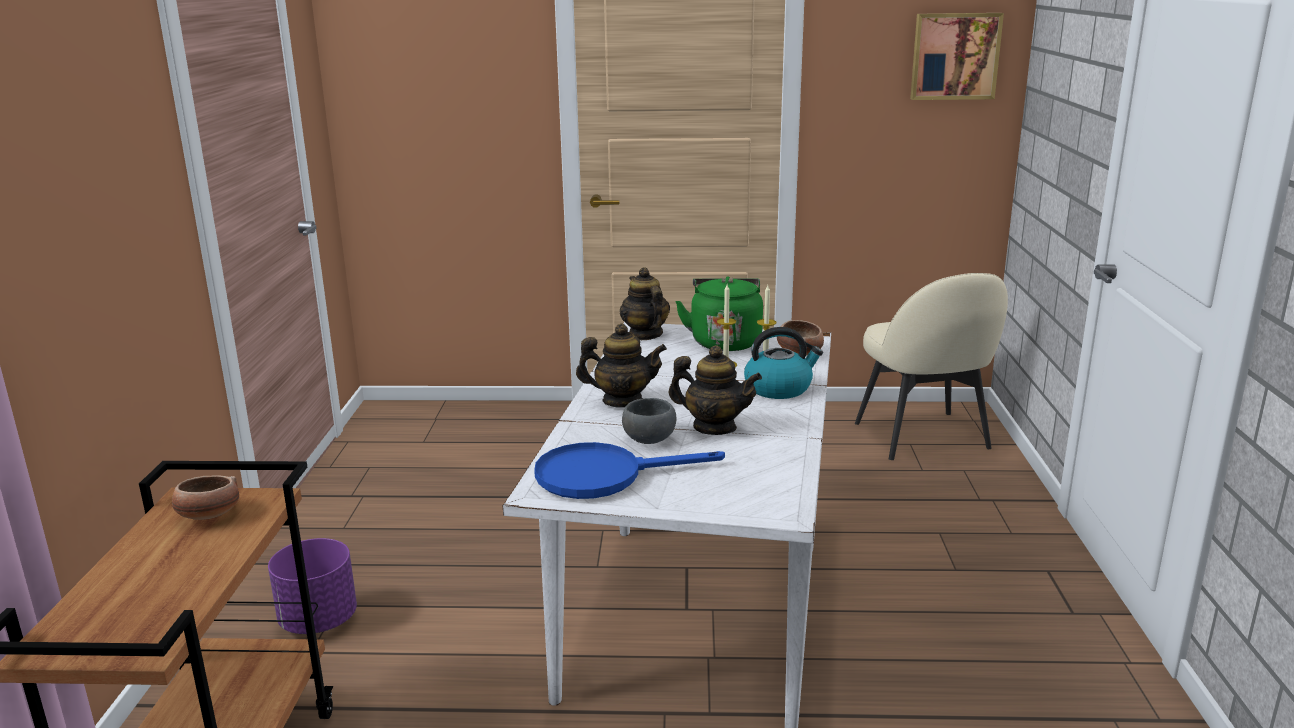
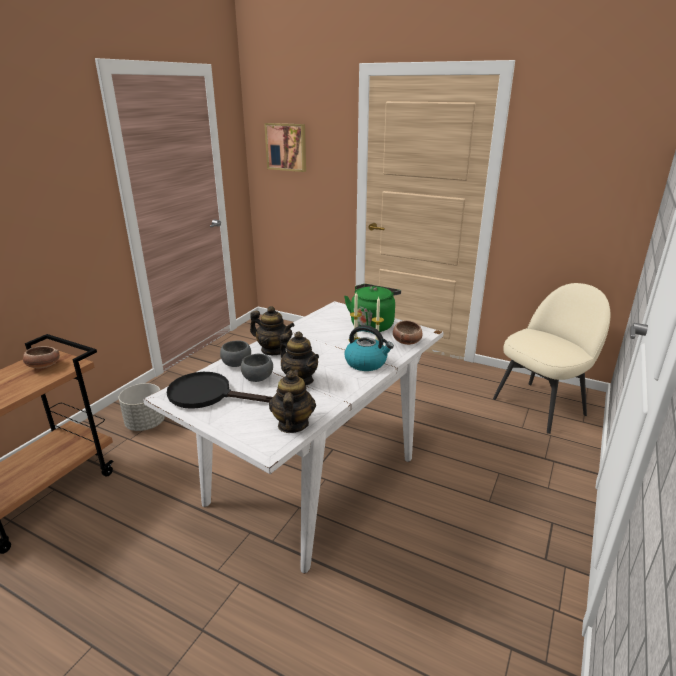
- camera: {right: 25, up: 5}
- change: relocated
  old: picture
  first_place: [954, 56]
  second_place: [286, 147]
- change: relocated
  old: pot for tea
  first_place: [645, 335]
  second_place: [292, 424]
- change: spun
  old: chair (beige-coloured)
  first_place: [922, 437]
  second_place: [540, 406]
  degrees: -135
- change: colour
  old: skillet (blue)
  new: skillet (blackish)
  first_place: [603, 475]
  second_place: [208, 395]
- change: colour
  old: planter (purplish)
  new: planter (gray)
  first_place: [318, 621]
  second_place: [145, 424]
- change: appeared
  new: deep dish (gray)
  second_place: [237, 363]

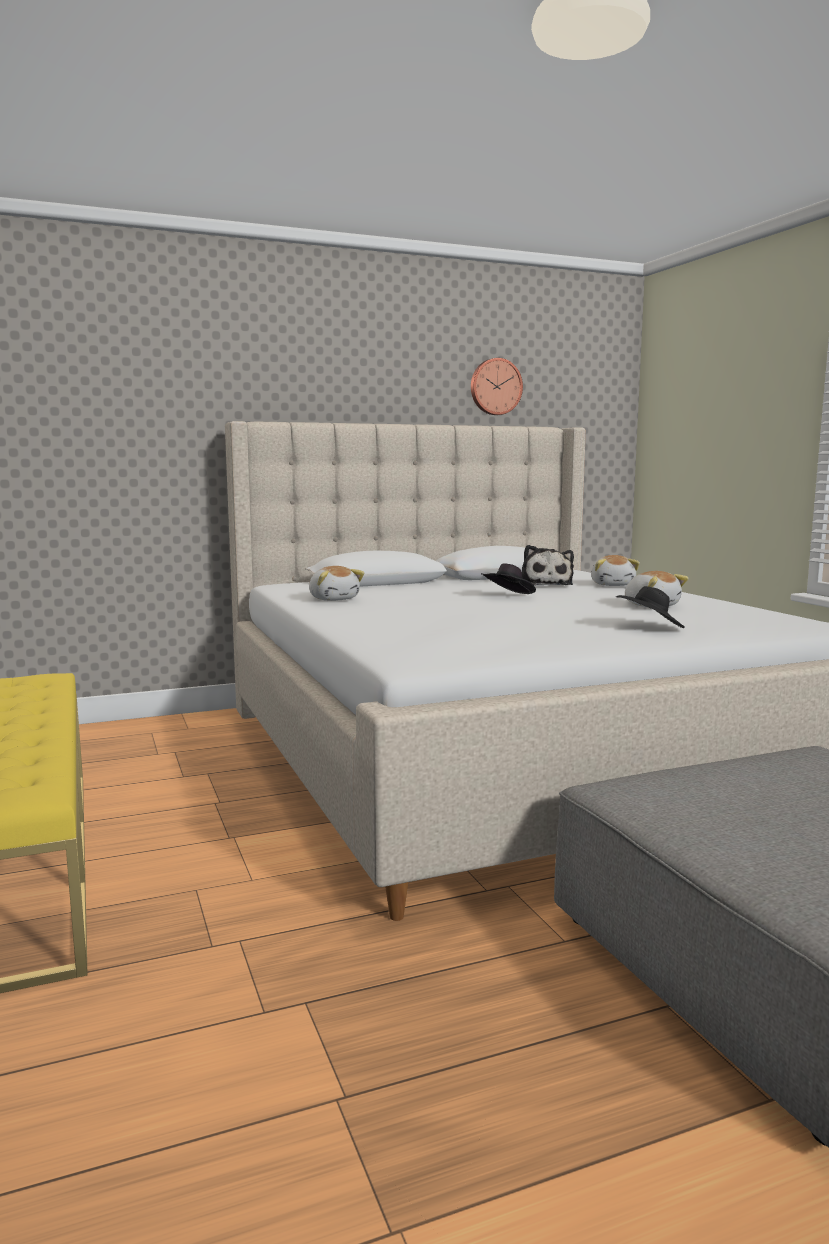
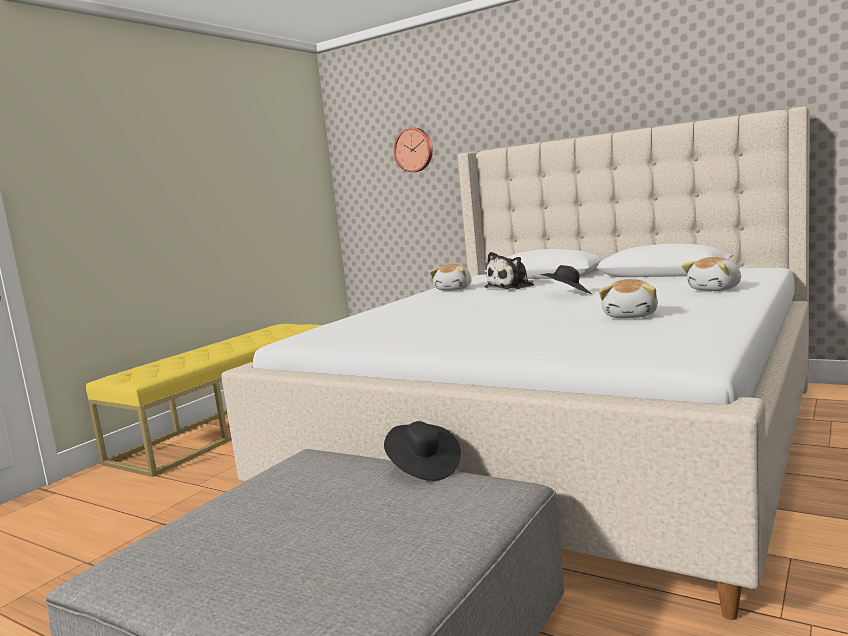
- camera: {right: 55, up: 0}
- change: relocated
  old: clock on the wall
  first_place: [495, 387]
  second_place: [414, 150]
- change: relocated
  old: plush toy
  first_place: [545, 584]
  second_place: [512, 286]
- change: relocated
  old: clothing hat (blackish)
  first_place: [650, 627]
  second_place: [423, 468]

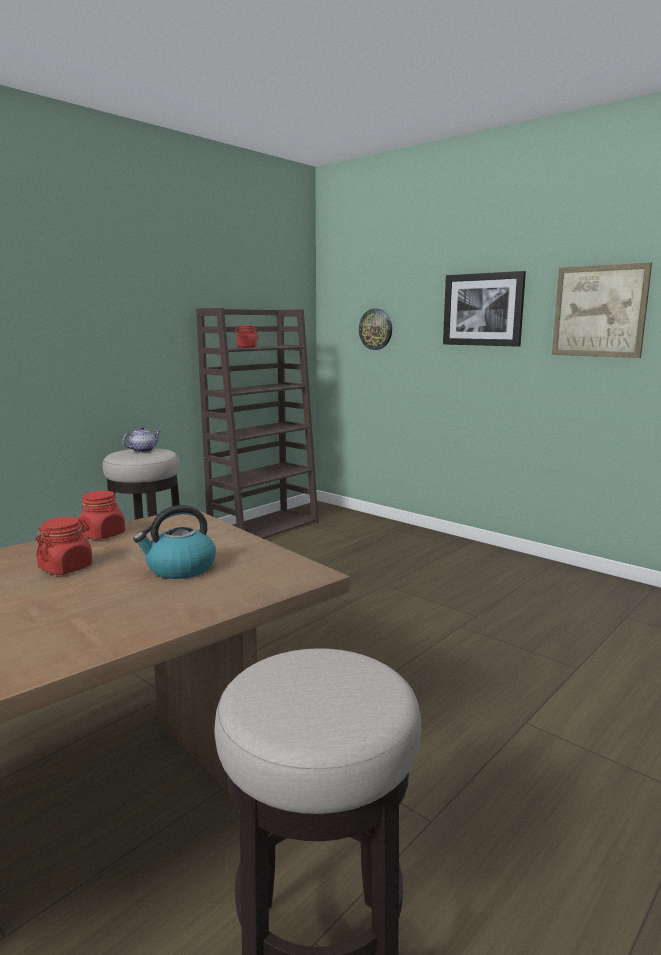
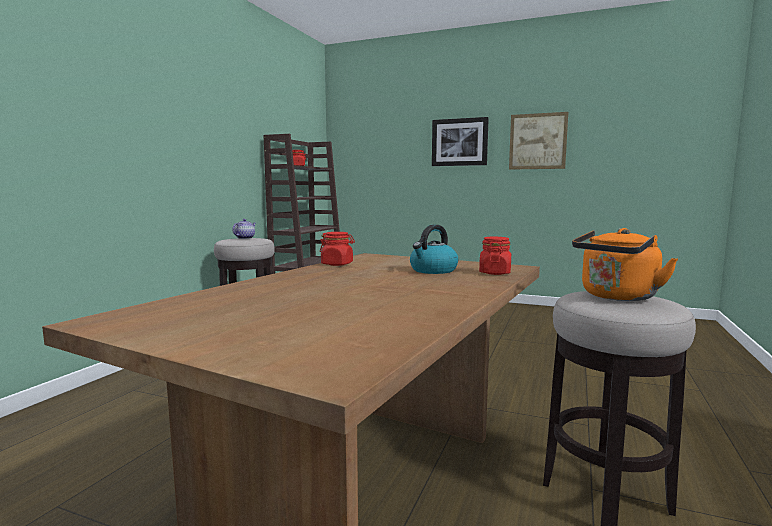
- camera: {right: -20, up: -5}
- change: missing
  old: clock on the wall
  first_place: [376, 329]
- change: relocated
  old: jar (red)
  first_place: [66, 568]
  second_place: [495, 273]
- change: appeared
  new: tea kettle (orange)
  second_place: [616, 297]

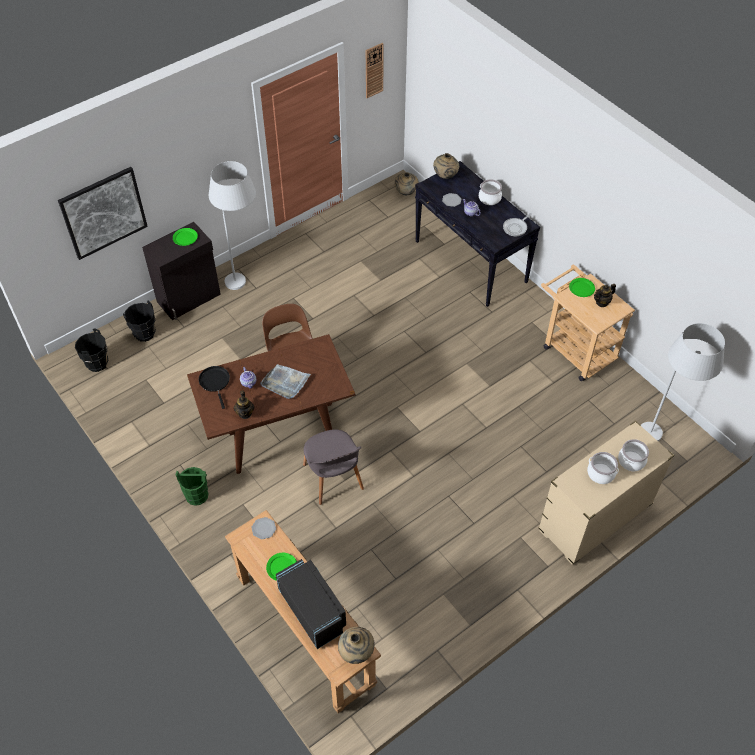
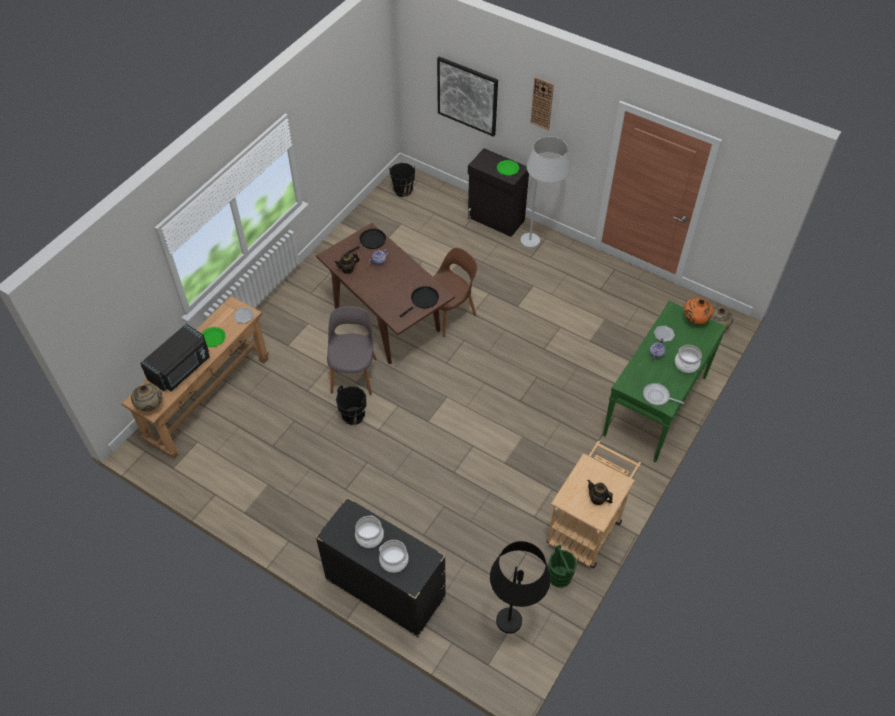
- camera: {right: 70, up: 0}
- change: relocated
  old: clock on the wall
  first_place: [374, 70]
  second_place: [542, 103]
- change: colour
  old: vase (beige-coloured)
  new: vase (orange)
  first_place: [445, 176]
  second_place: [695, 320]
- change: colour
  old: hall table (blackish)
  new: hall table (greenish)
  first_place: [471, 261]
  second_place: [655, 406]
- change: missing
  old: dinner plate (greenish)
  first_place: [581, 288]
- change: relocated
  old: water bucket (blackish)
  first_place: [145, 334]
  second_place: [353, 416]
- change: colour
  old: floor lamp (white)
  new: floor lamp (blackish)
  first_place: [663, 435]
  second_place: [512, 635]
- change: missing
  old: serving tray (gray)
  first_place: [285, 382]
- change: colour
  old: drawer chest (beige-coloured)
  new: drawer chest (blackish)
  first_place: [594, 518]
  second_place: [385, 589]
- change: spun
  old: chair (gray)
  first_place: [333, 478]
  second_place: [353, 374]
  degrees: 135
- change: relocated
  old: water bucket (greenish)
  first_place: [197, 495]
  second_place: [559, 577]
- change: appeared
  new: skillet (blackish)
  second_place: [423, 300]

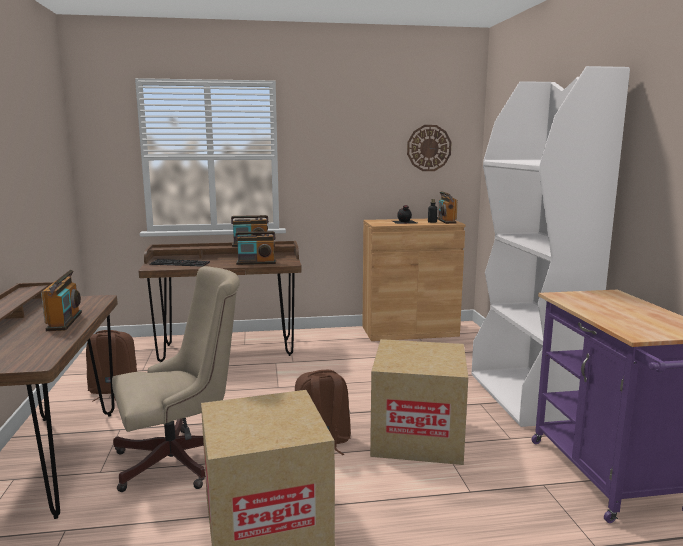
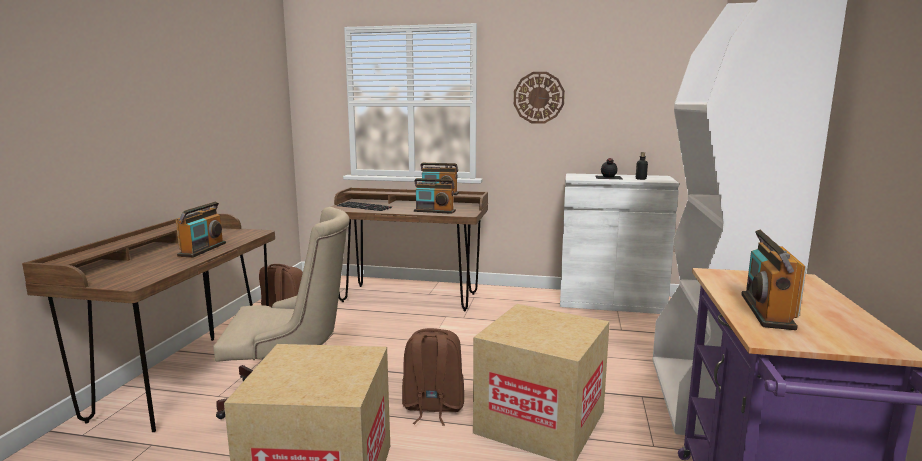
- camera: {right: 20, up: 0}
- change: relocated
  old: clock on the wall
  first_place: [429, 148]
  second_place: [538, 97]
- change: relocated
  old: radio receiver
  first_place: [446, 221]
  second_place: [766, 311]
- change: colour
  old: storage cabinet (brownish)
  new: storage cabinet (white)
  first_place: [409, 331]
  second_place: [611, 301]

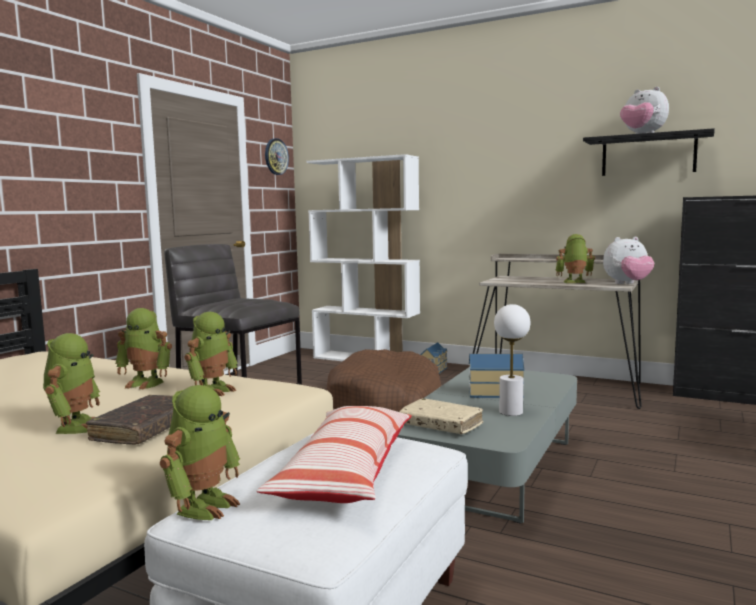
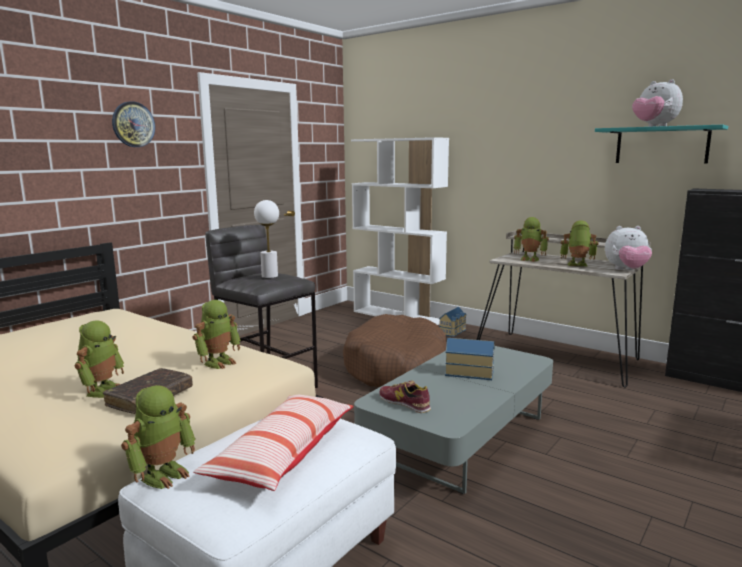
- camera: {right: 10, up: 5}
- change: colour
  old: bracket shelf (blackish)
  new: bracket shelf (turquoise)
  first_place: [648, 155]
  second_place: [661, 145]
- change: relocated
  old: clock on the wall
  first_place: [276, 156]
  second_place: [133, 124]
- change: relocated
  old: lamp for a table (white)
  first_place: [510, 412]
  second_place: [269, 276]
- change: relocated
  old: robot figure
  first_place: [146, 383]
  second_place: [530, 259]
- change: exchanged
  old: volume (beige-coloured)
  new: low shoe
  first_place: [441, 425]
  second_place: [405, 403]

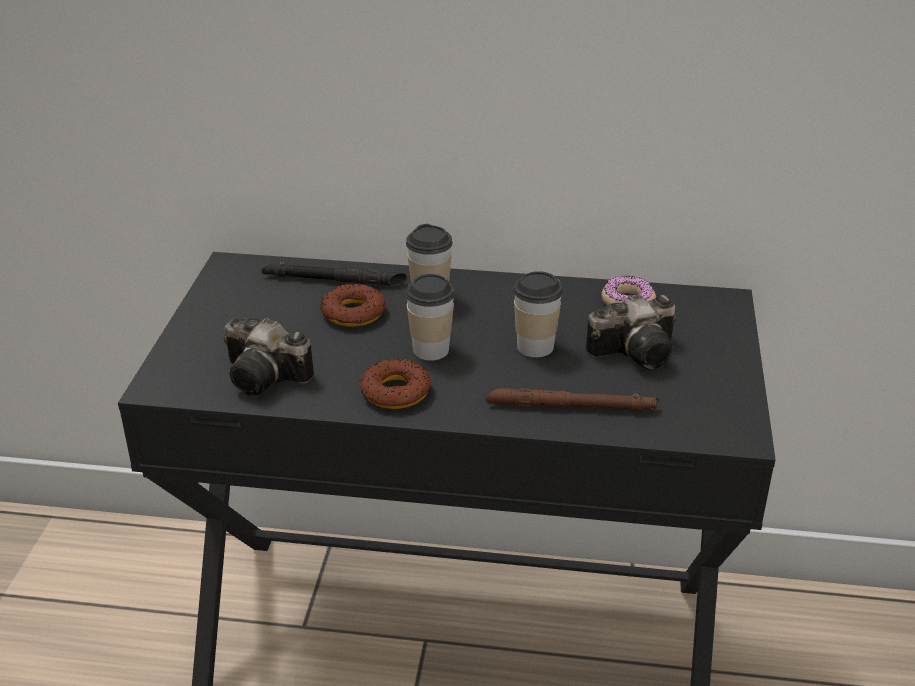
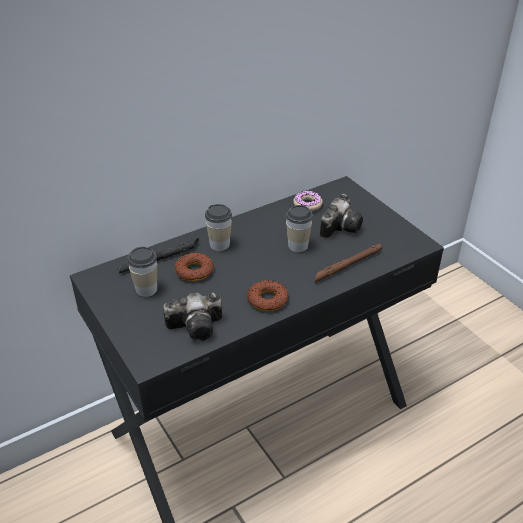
- camera: {right: -40, up: 5}
- change: relocated
  old: cup
  first_place: [431, 349]
  second_place: [146, 289]

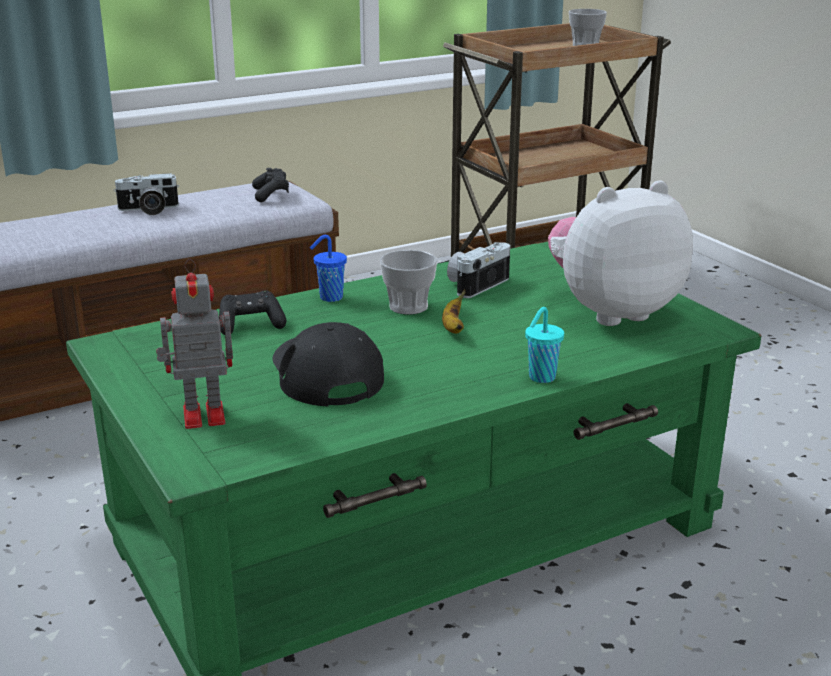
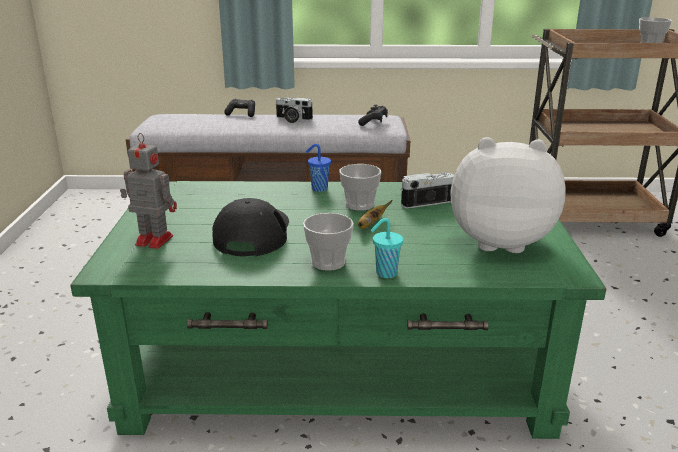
- camera: {right: 30, up: 0}
- change: relocated
  old: joypad (blackish)
  first_place: [251, 325]
  second_place: [241, 114]
- change: appeared
  new: cup
  second_place: [328, 262]

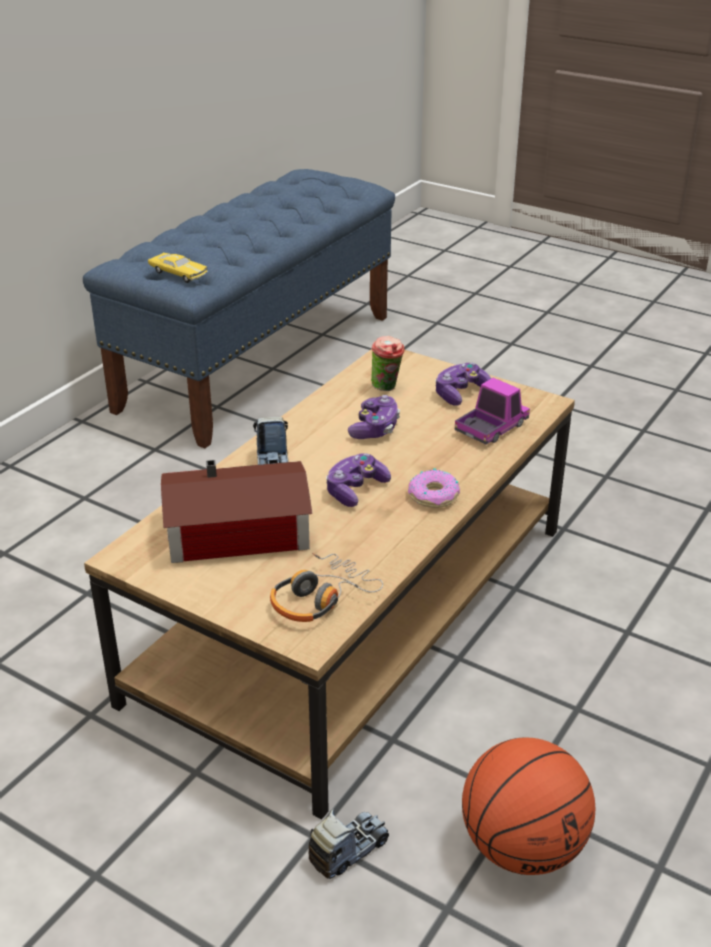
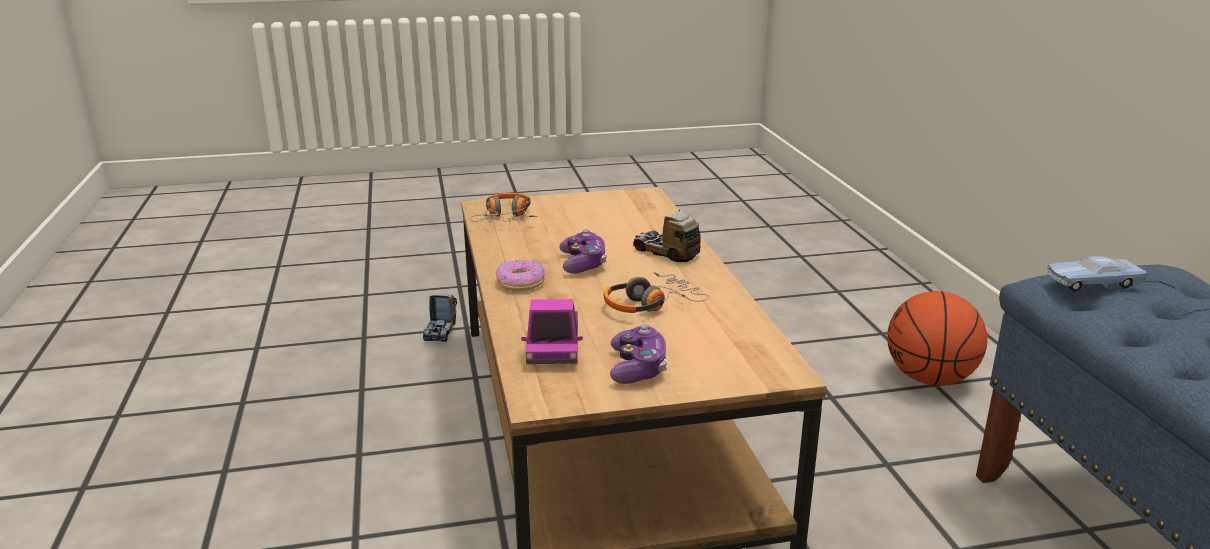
- camera: {right: 135, up: -10}
- change: colour
  old: toy car (yellow)
  new: toy car (blue)
  first_place: [178, 274]
  second_place: [1092, 283]
- change: missing
  old: cup
  first_place: [387, 388]
- change: exchanged
  old: joypad
  new: headset
  first_place: [375, 428]
  second_place: [650, 304]
- change: missing
  old: toy house
  first_place: [242, 534]
- change: relocated
  old: basketball
  first_place: [522, 846]
  second_place: [930, 378]

